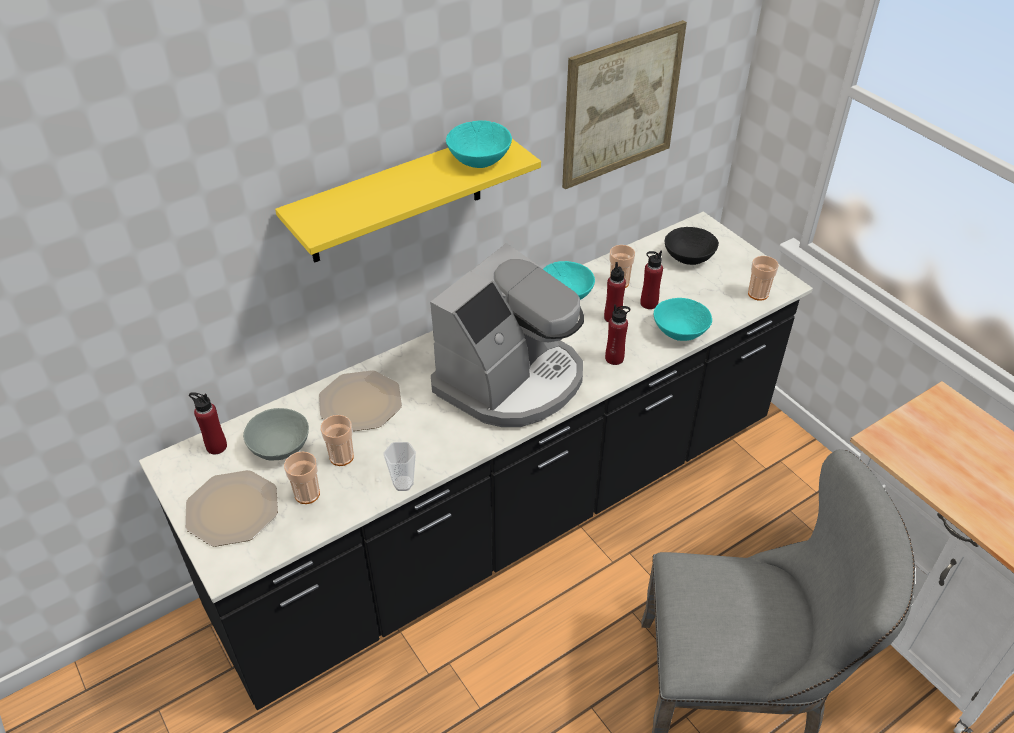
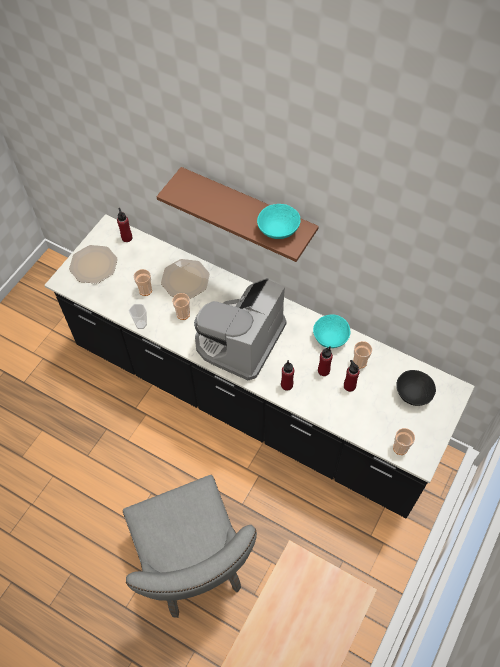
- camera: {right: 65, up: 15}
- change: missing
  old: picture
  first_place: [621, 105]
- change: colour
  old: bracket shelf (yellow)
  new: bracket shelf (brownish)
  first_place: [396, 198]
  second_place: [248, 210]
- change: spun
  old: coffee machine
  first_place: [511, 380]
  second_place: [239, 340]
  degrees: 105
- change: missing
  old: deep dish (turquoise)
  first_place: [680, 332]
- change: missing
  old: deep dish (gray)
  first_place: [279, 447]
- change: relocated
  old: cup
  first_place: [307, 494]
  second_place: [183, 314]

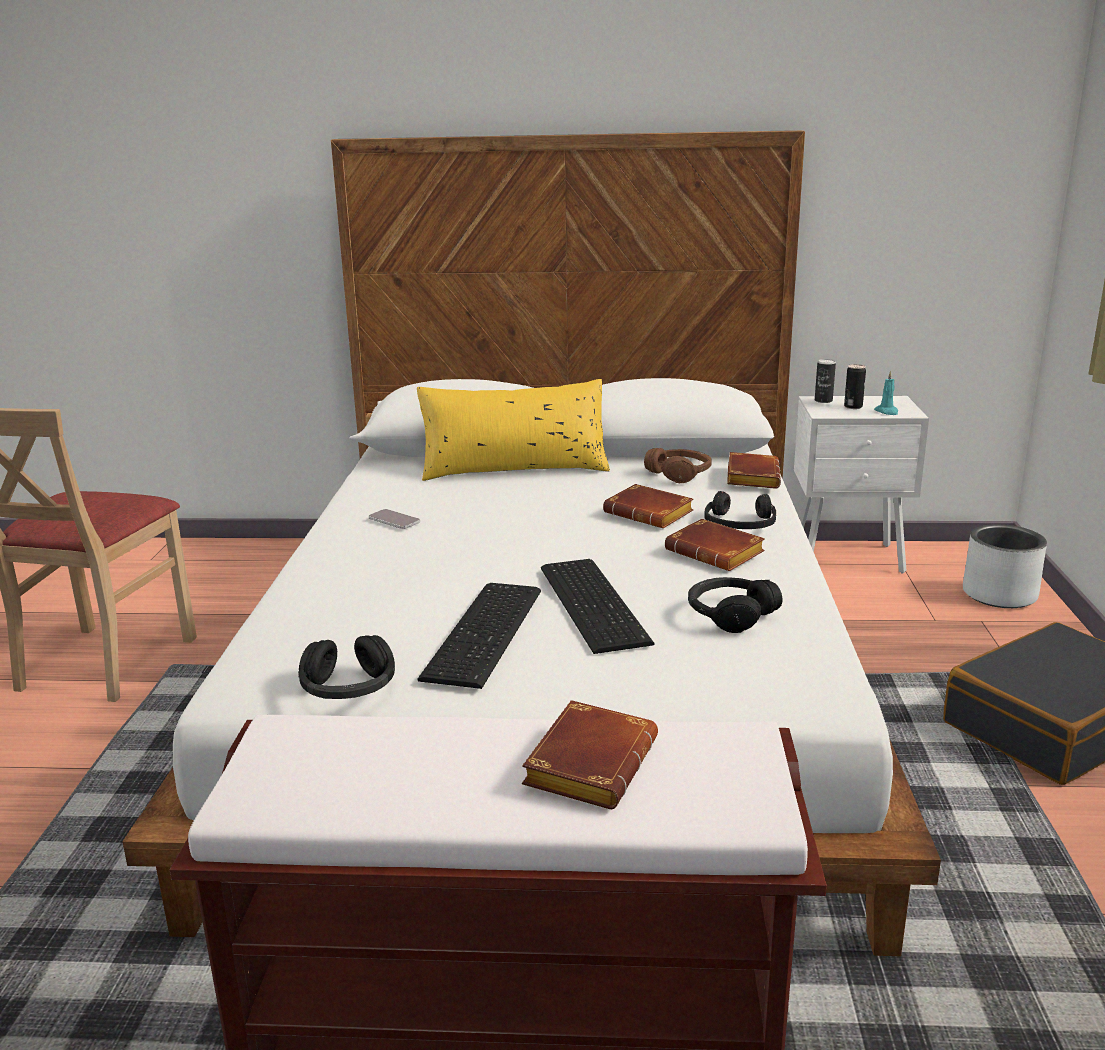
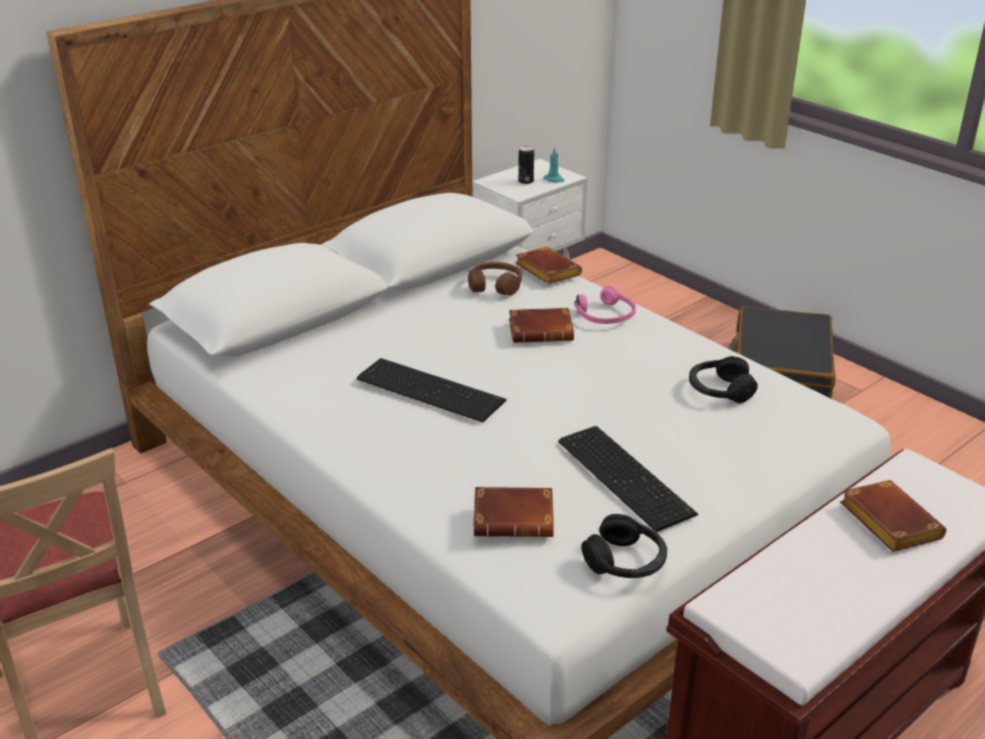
- camera: {right: -45, up: 10}
- change: missing
  old: can
  first_place: [823, 401]
- change: missing
  old: cushion (yellow)
  first_place: [514, 468]
- change: colour
  old: headset (blackish)
  new: headset (pink)
  first_place: [739, 524]
  second_place: [605, 316]
- change: missing
  old: handset
  first_place: [394, 520]
- change: relocated
  old: volume (brownish)
  first_place: [717, 553]
  second_place: [515, 518]
- change: missing
  old: planter (gray)
  first_place: [1000, 595]
- change: relocated
  old: PC keyboard
  first_place: [595, 602]
  second_place: [430, 388]

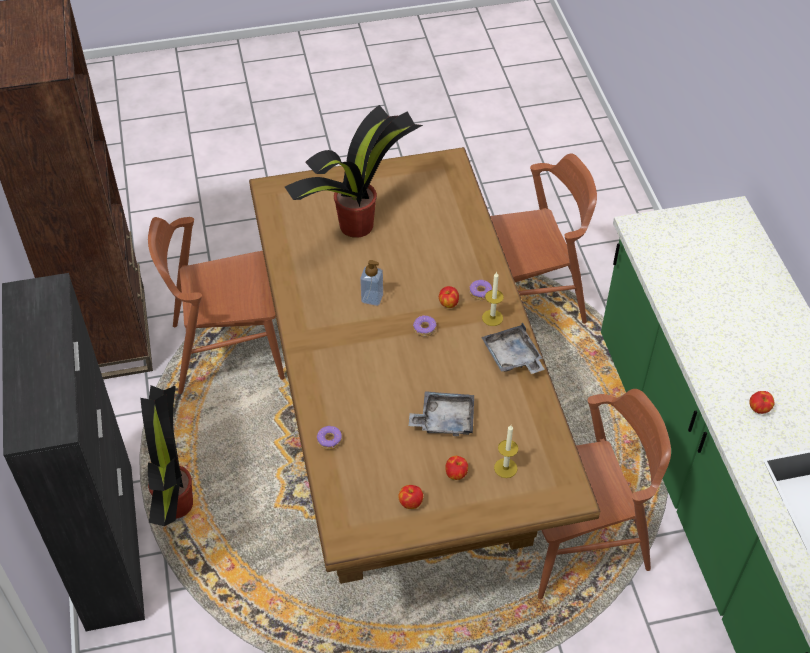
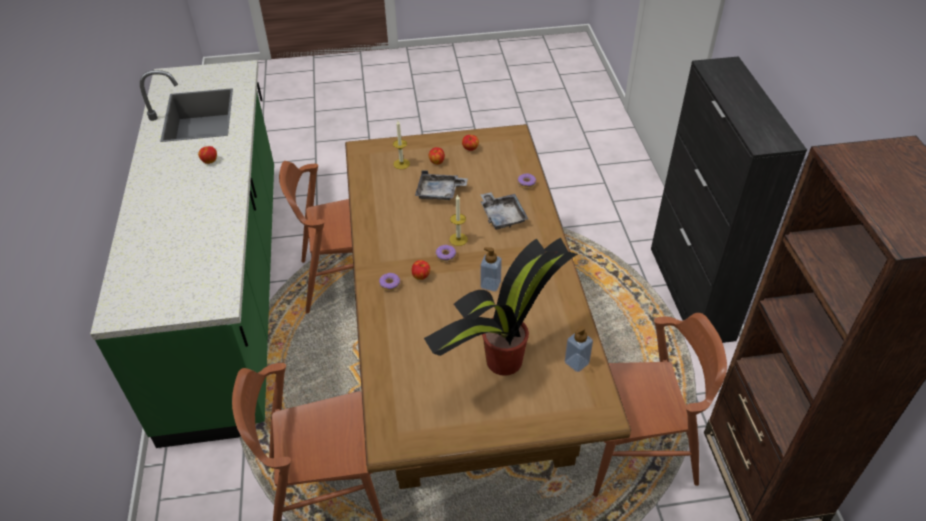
- camera: {right: -175, up: -5}
- change: relocated
  old: wax candle
  first_place: [492, 318]
  second_place: [458, 239]
- change: relocated
  old: serving tray (gray)
  first_place: [512, 357]
  second_place: [502, 216]
- change: missing
  old: plant in a pot
  first_place: [176, 502]
- change: appeared
  new: liquid soap bottle
  second_place: [576, 362]

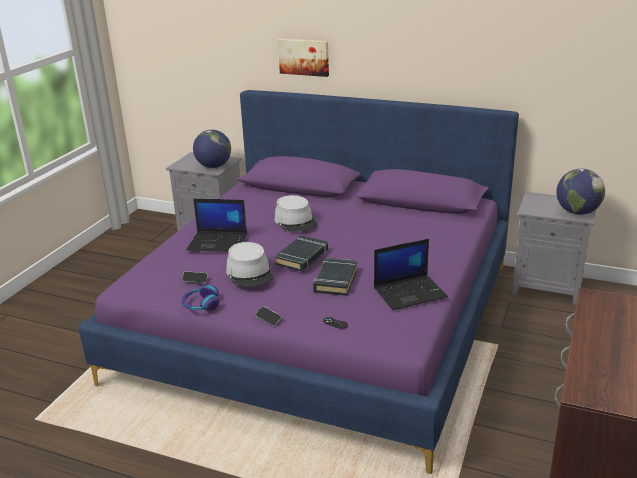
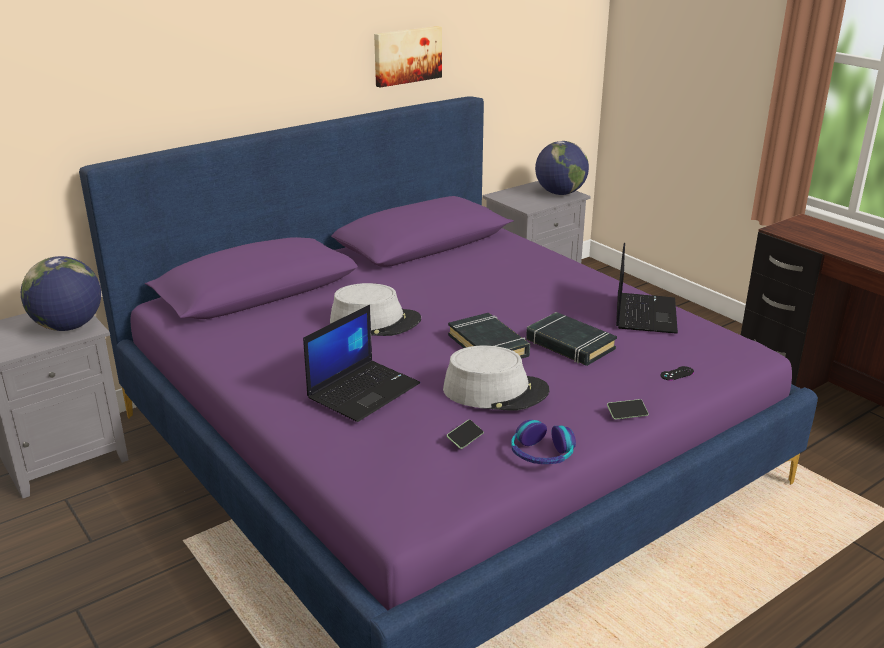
- camera: {right: -60, up: 0}
- change: relocated
  old: picture
  first_place: [304, 57]
  second_place: [407, 55]

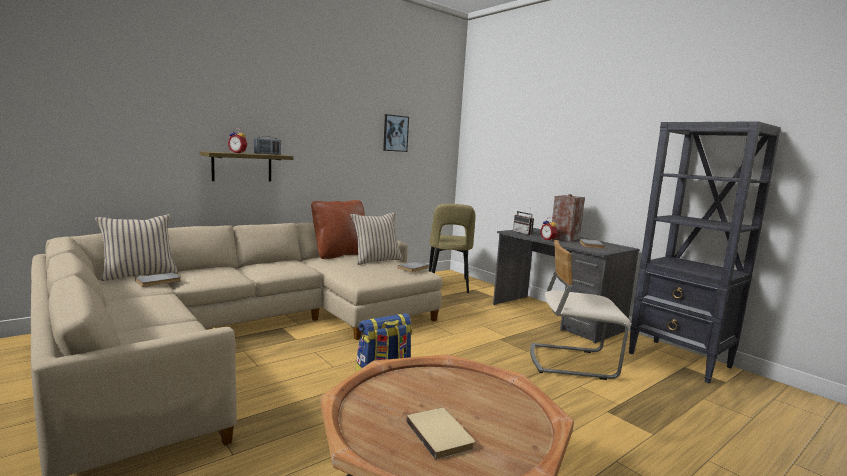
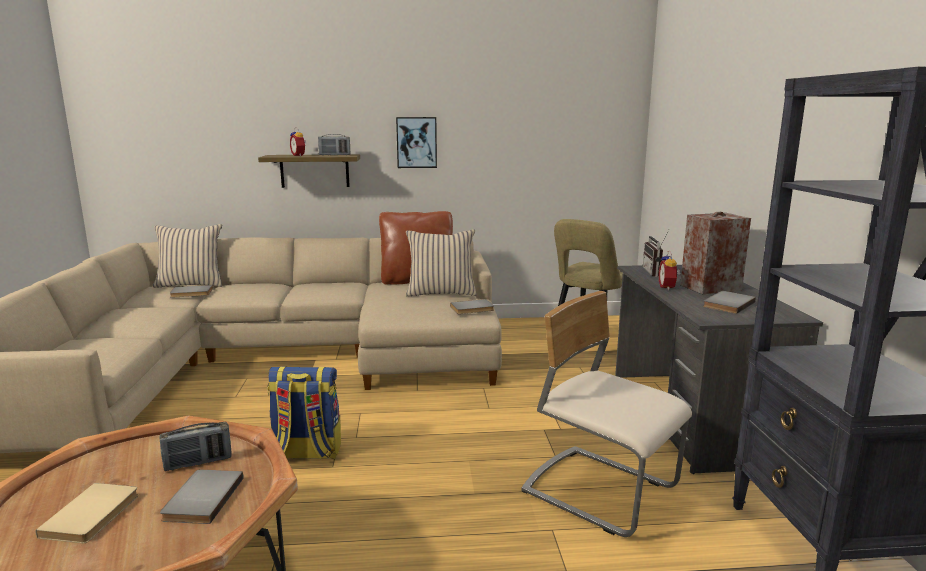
- camera: {right: 35, up: 5}
- change: relocated
  old: picture
  first_place: [395, 133]
  second_place: [416, 142]
- change: appeared
  new: radio receiver
  second_place: [198, 462]
- change: appeared
  new: volume (gray)
  second_place: [201, 499]

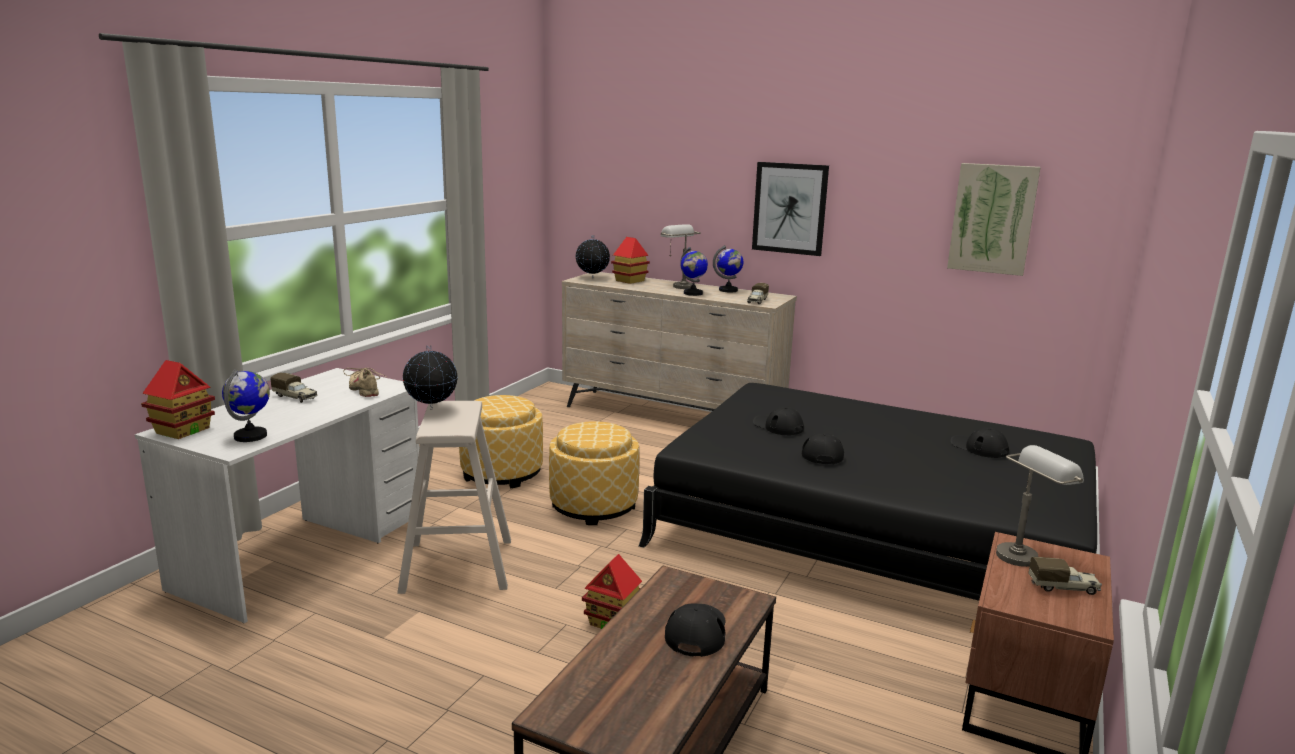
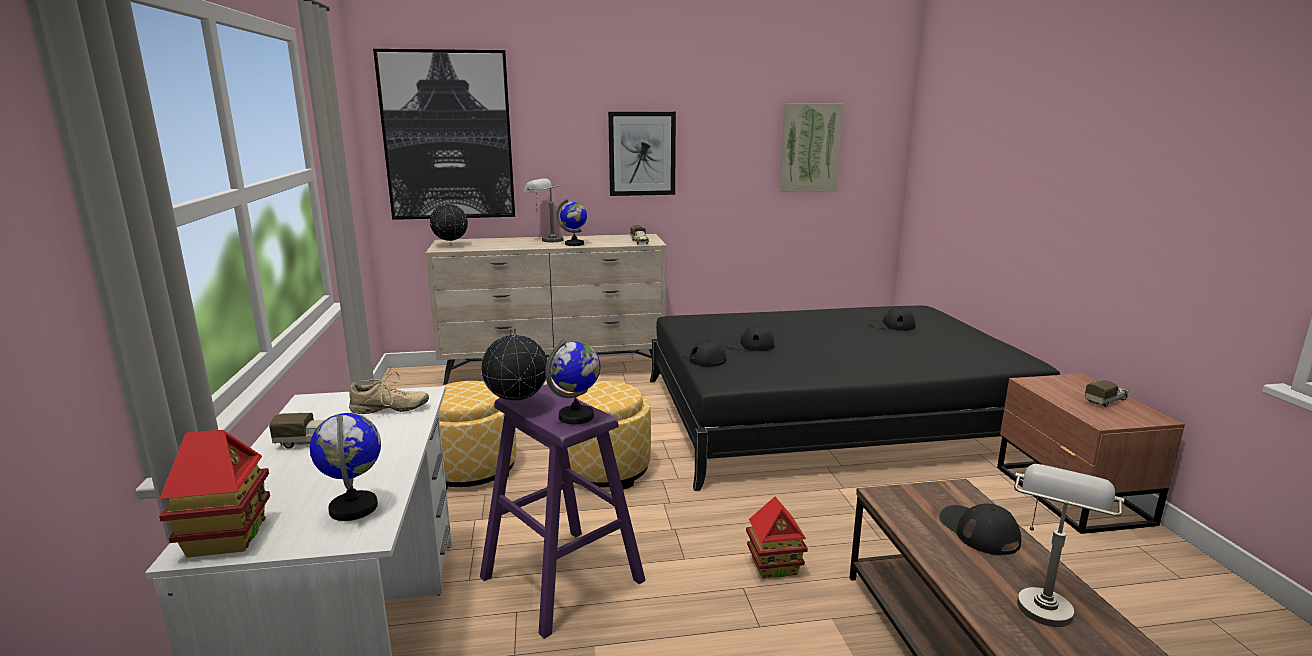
- camera: {right: -35, up: 0}
- change: missing
  old: toy house
  first_place: [630, 281]
- change: relocated
  old: globe
  first_place: [728, 290]
  second_place: [576, 417]
- change: spun
  old: low shoe (beige-coloured)
  first_place: [365, 390]
  second_place: [389, 409]
  degrees: 150
- change: colour
  old: stool seat (beige-coloured)
  new: stool seat (purplish)
  first_place: [457, 565]
  second_place: [562, 579]
- change: relocated
  old: cap (blackish)
  first_place: [821, 453]
  second_place: [703, 358]
- change: relocated
  old: lamp for a table (gray)
  first_place: [1025, 553]
  second_place: [1043, 598]
- change: appeared
  new: picture
  second_place: [448, 136]

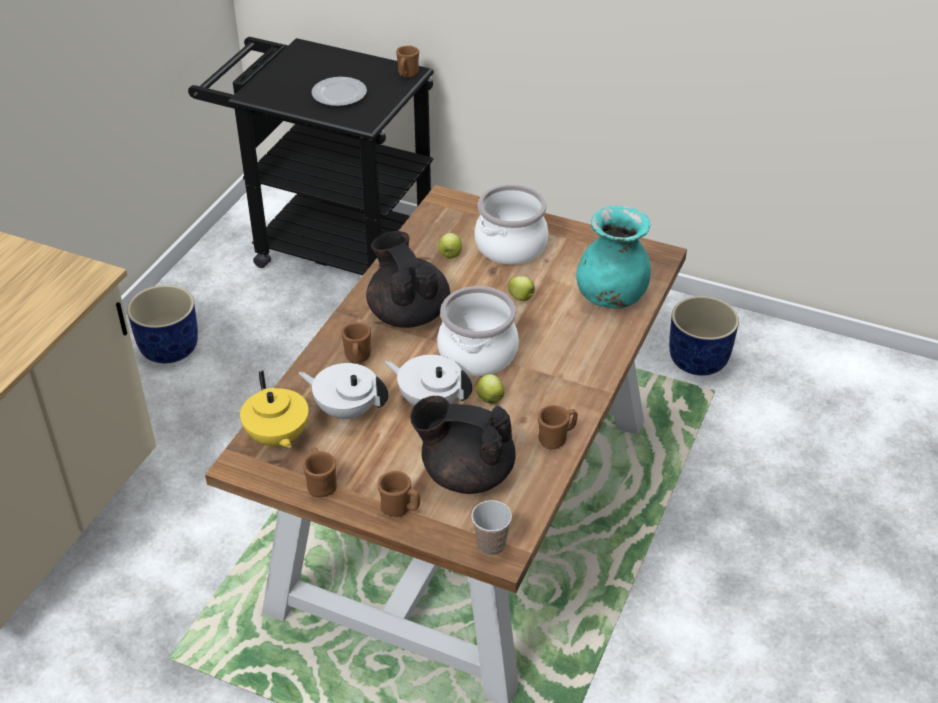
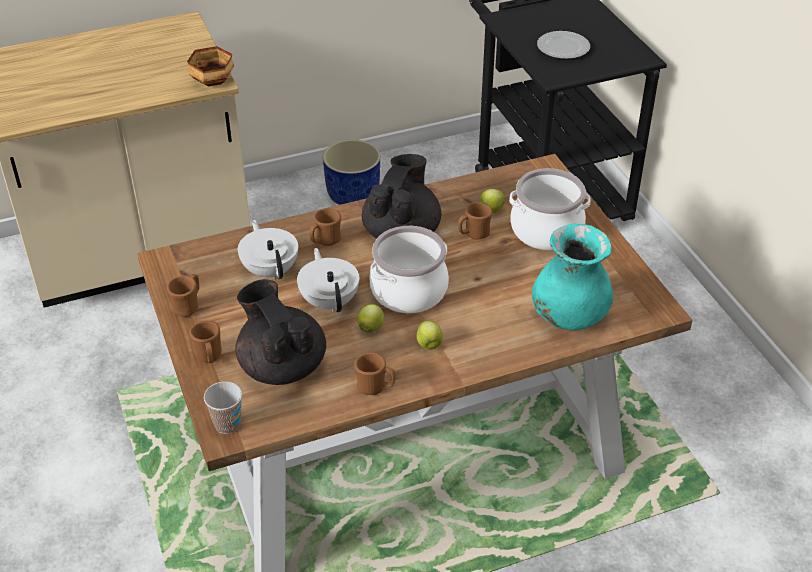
- camera: {right: 45, up: 0}
- change: relocated
  old: coffee mug (brownish)
  first_place: [407, 75]
  second_place: [474, 234]
- change: relocated
  old: apple
  first_place: [521, 298]
  second_place: [429, 345]
- change: missing
  old: planter (blue)
  first_place: [699, 360]
- change: missing
  old: pot for tea (yellow)
  first_place: [277, 437]
- change: appeared
  new: deep dish
  second_place: [212, 82]

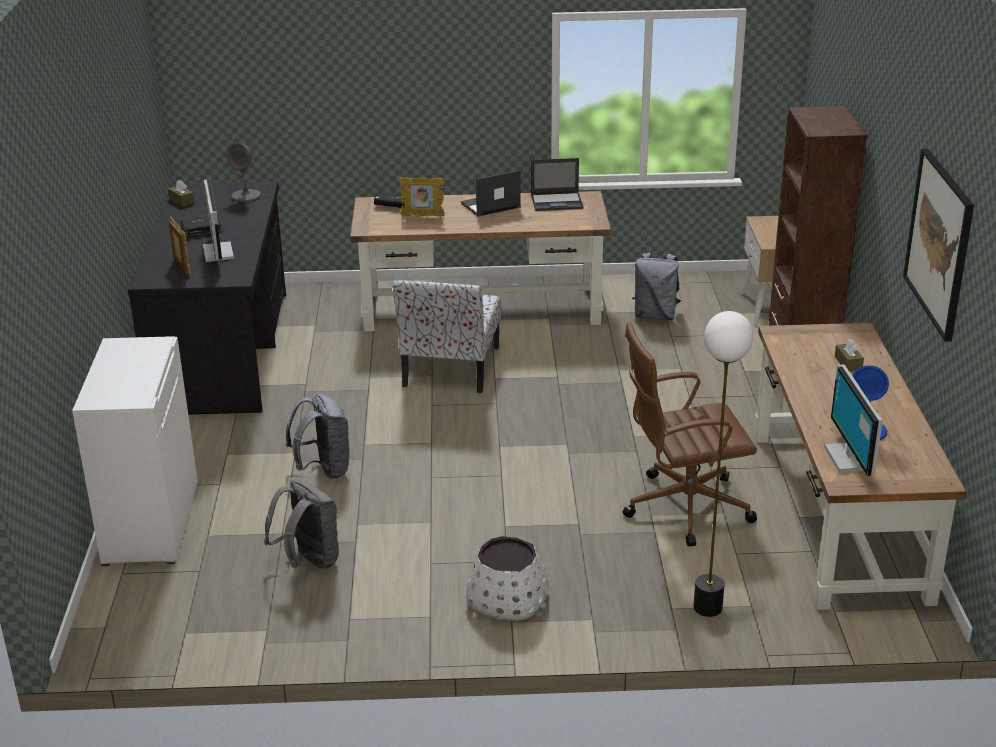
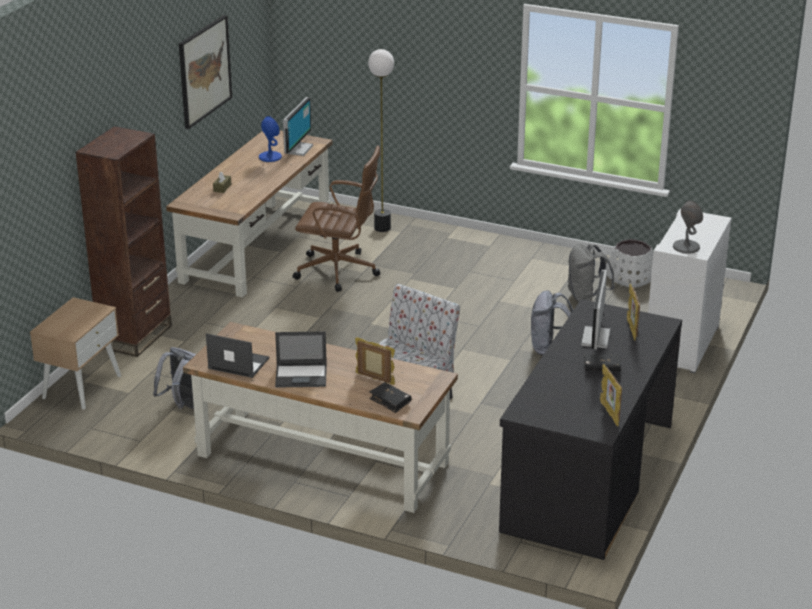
- camera: {right: -155, up: 0}
- change: relocated
  old: lamp for a table (gray)
  first_place: [246, 196]
  second_place: [686, 247]
- change: exchanged
  old: box of tissues (brownish)
  new: standing frame
  first_place: [182, 201]
  second_place: [609, 414]
- change: relocated
  old: planter (white)
  first_place: [507, 599]
  second_place: [631, 277]

